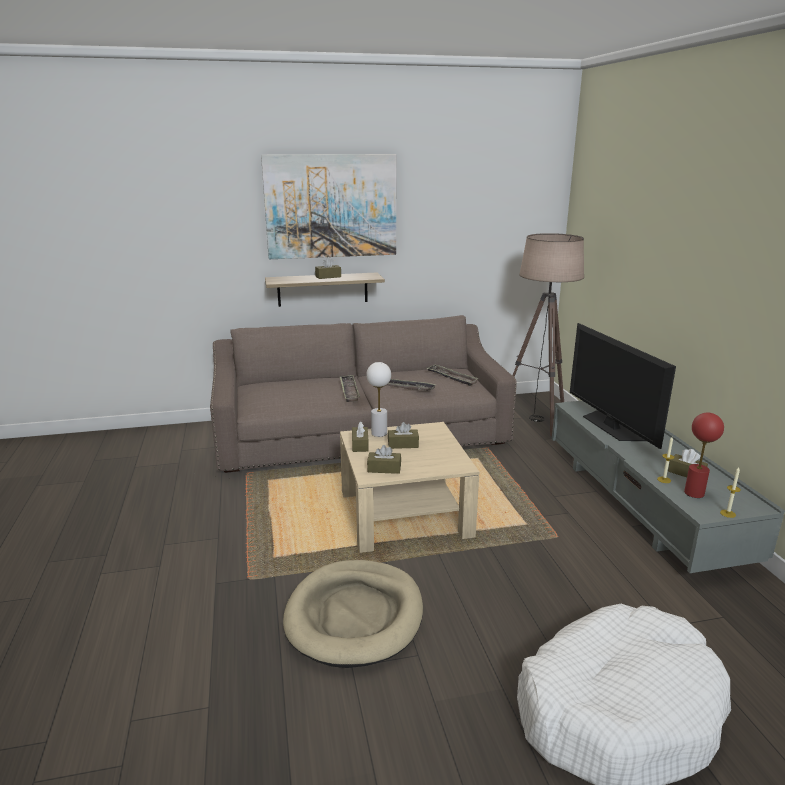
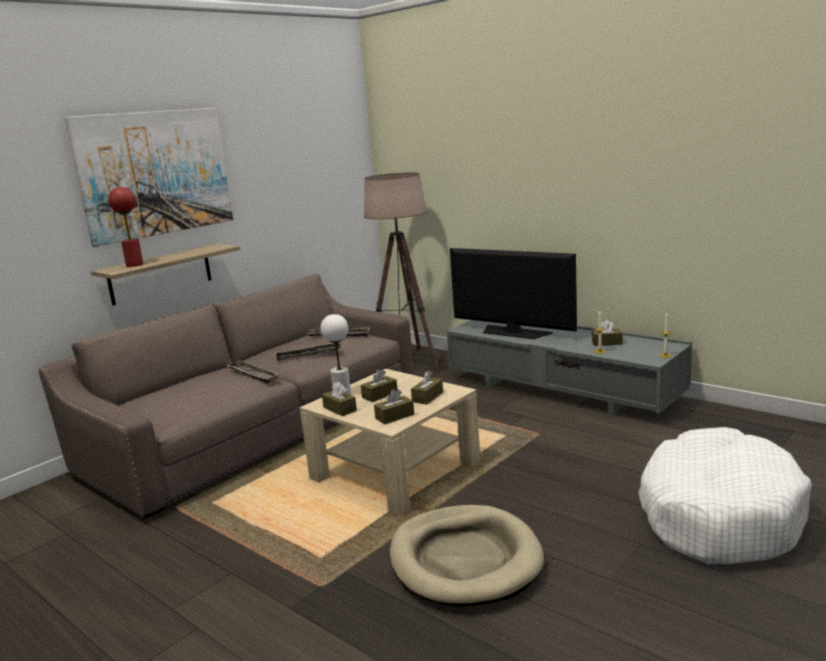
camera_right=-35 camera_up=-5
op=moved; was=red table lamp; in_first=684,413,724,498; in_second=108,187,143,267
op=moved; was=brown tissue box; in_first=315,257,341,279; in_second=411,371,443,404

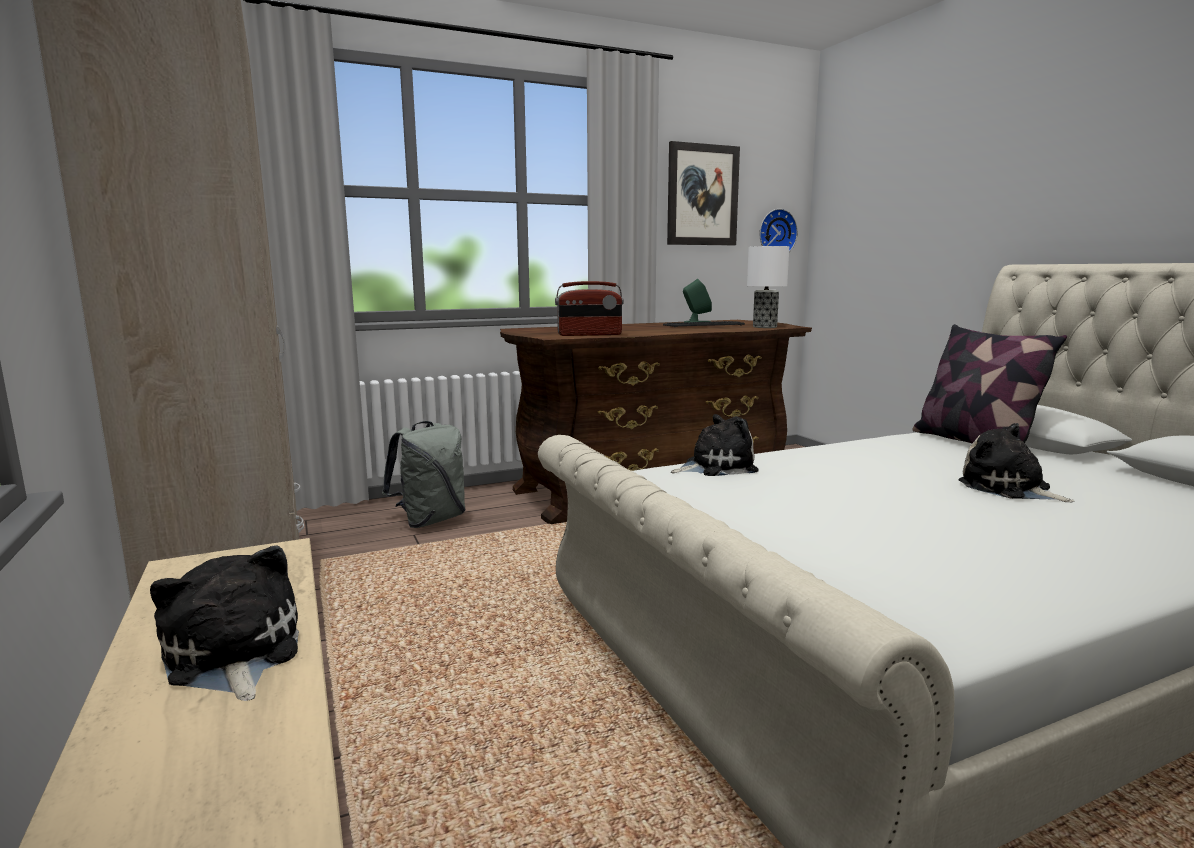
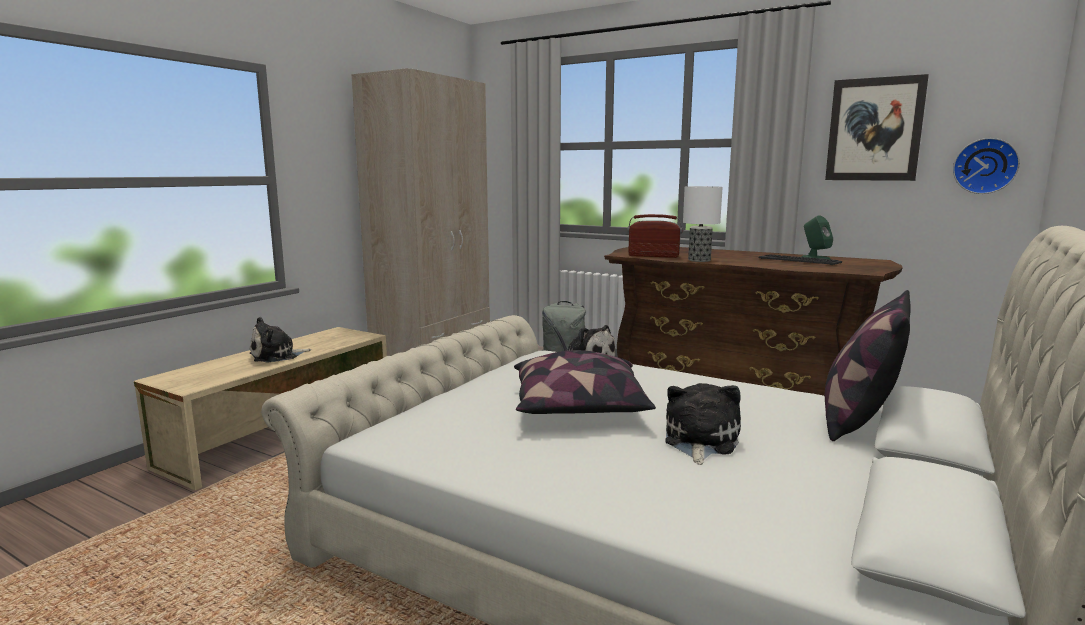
camera_right=55 camera_up=0
op=turned; was=plush toy; in_first=150,545,299,701; in_second=249,317,311,363; clockwise=-150
op=added; now=pillow; in_second=514,350,656,414
op=turned; was=radio; in_first=555,281,624,336; in_second=628,214,683,258; clockwise=150
op=moved; was=table lamp; in_first=747,246,789,328; in_second=683,186,723,262

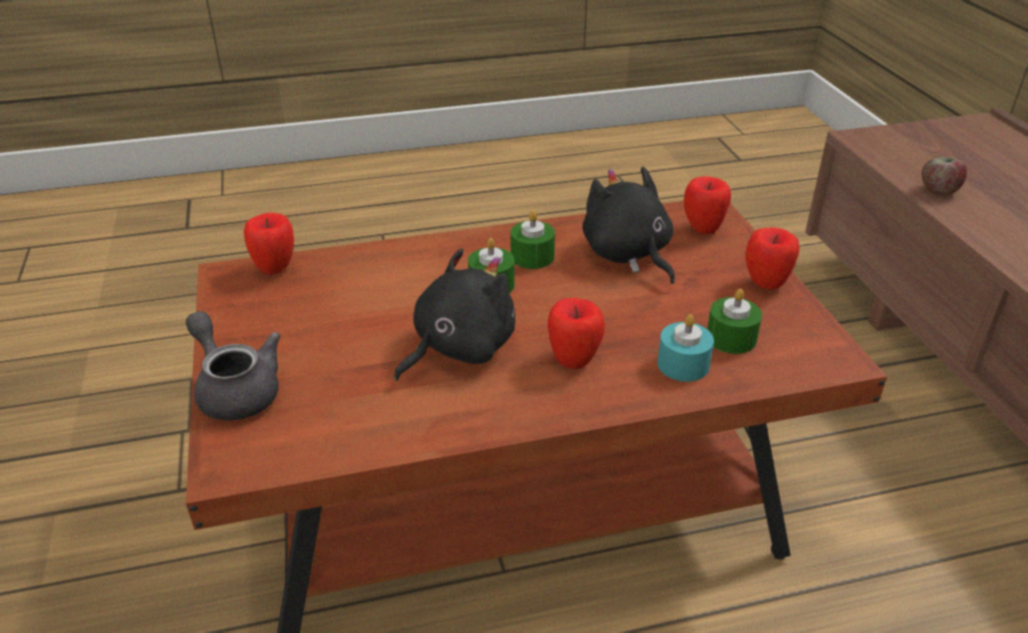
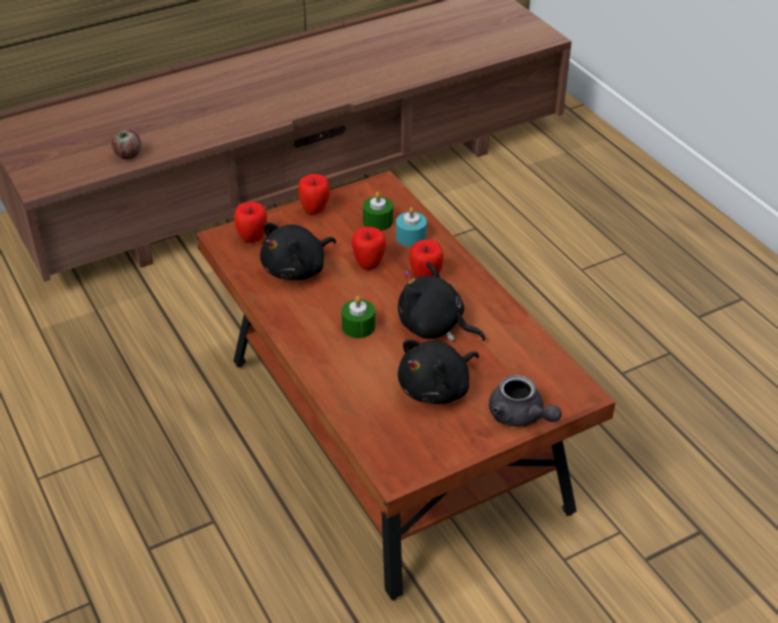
camera_right=-105 camera_up=5
op=moved; was=apple; in_first=244,213,294,275; in_second=352,227,386,270
op=added; now=black plush toy; in_second=398,339,479,404
op=turned; was=grey teapot; in_first=186,311,281,421; in_second=489,375,562,427; clockwise=-75
op=removed; was=green candle; in_first=510,211,555,269

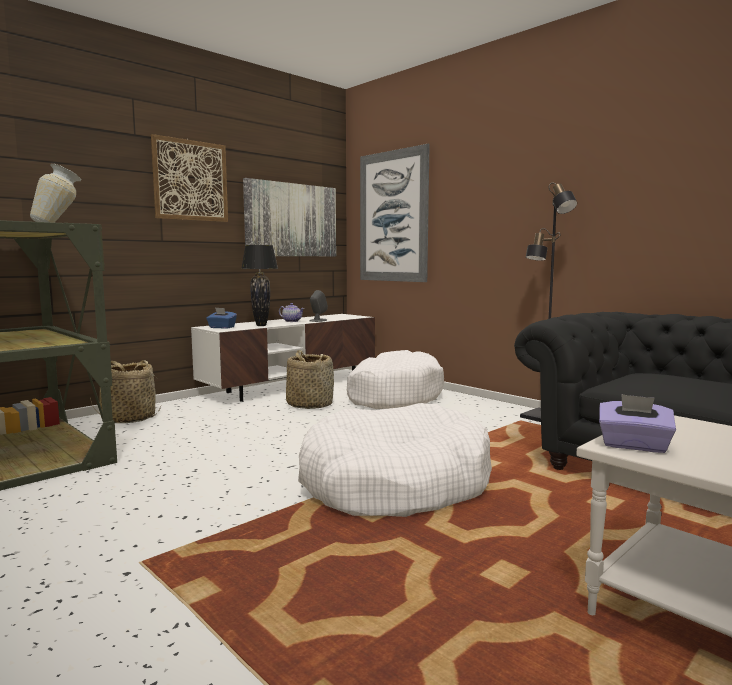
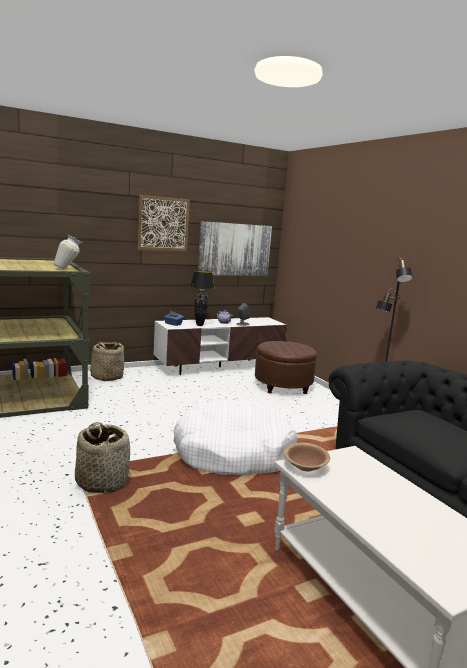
camera_right=15 camera_up=5
op=moved; was=basket; in_first=286,350,334,409; in_second=75,422,130,494
op=replaced; was=white dog bed; now=brown ottoman; in_first=347,350,444,409; in_second=255,341,317,394
op=replaced; was=purple tissue box; now=brown bowl; in_first=599,394,676,453; in_second=283,443,330,471
op=removed; was=picture; in_first=360,144,430,282

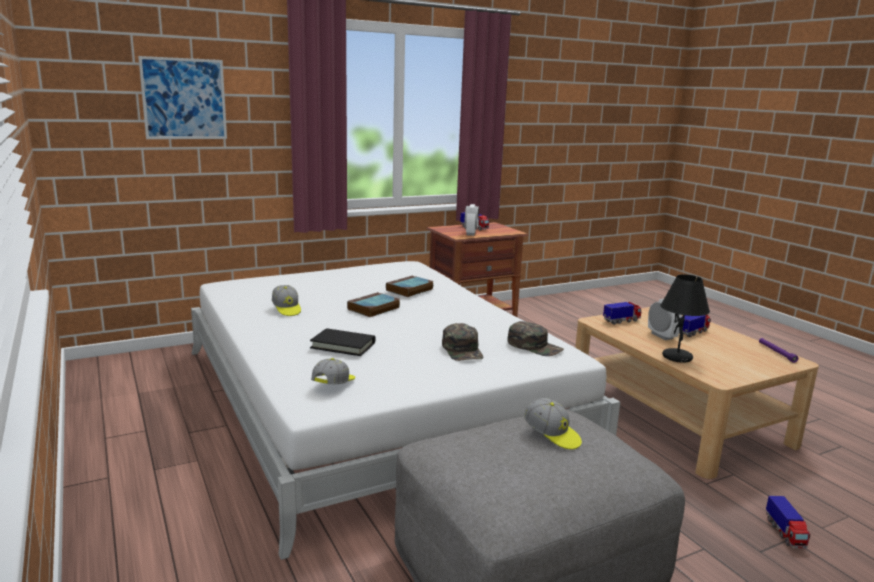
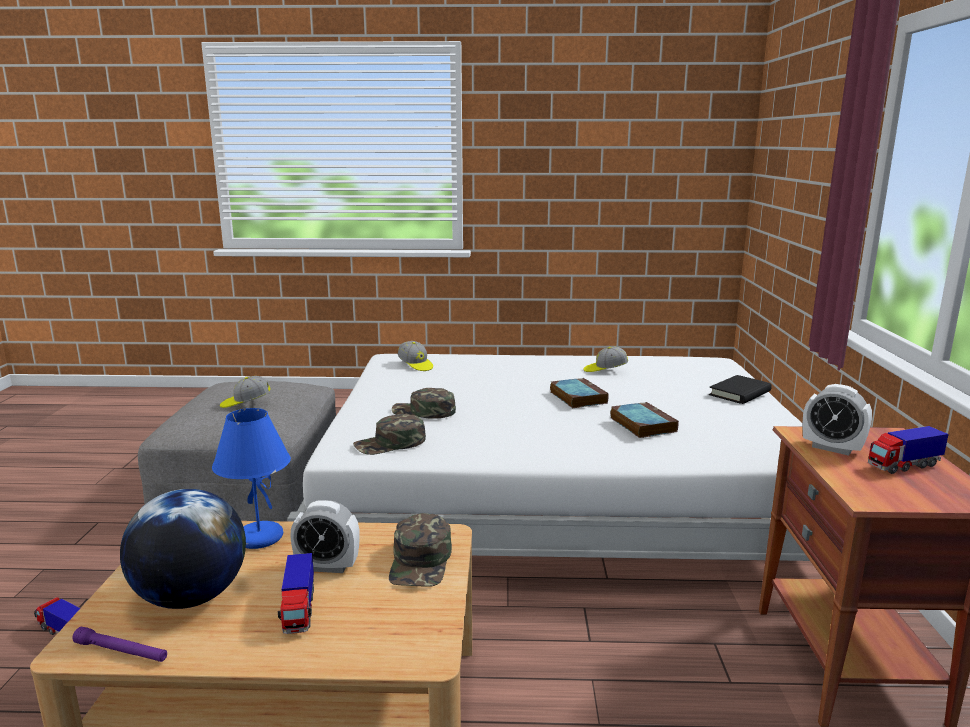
camera_right=120 camera_up=0
op=added; now=globe; in_second=120,489,246,609
op=recoloured; was=black table lamp; now=blue table lamp; in_first=660,274,710,363; in_second=212,408,291,549
op=replaced; was=toy truck; now=green cap; in_first=603,302,641,325; in_second=389,513,452,586
op=moved; was=black book; in_first=310,328,375,356; in_second=709,375,772,404
op=removed; was=picture; in_first=138,56,227,139

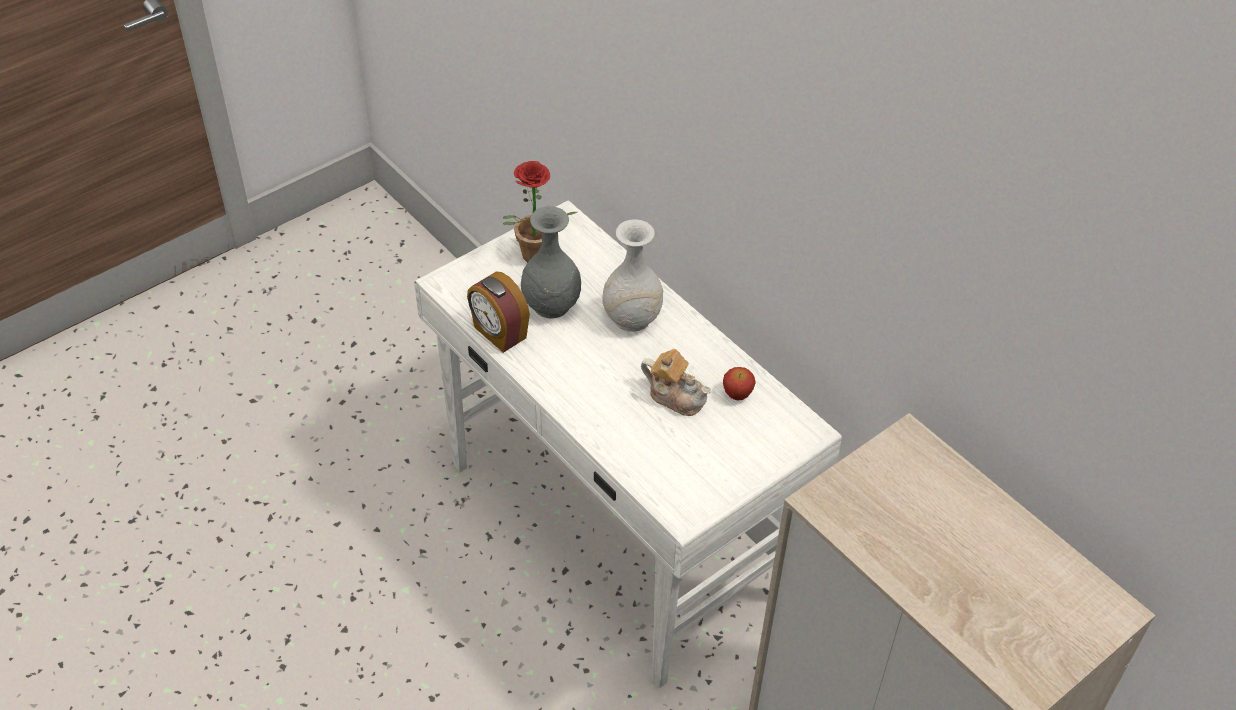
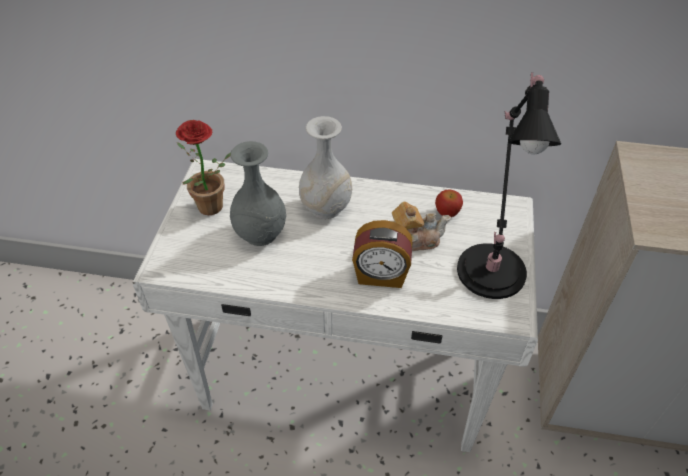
camera_right=-40 camera_up=0
op=moved; was=alarm clock; in_first=467,272,530,353; in_second=352,220,412,288
op=added; now=black table lamp; in_second=457,73,561,299

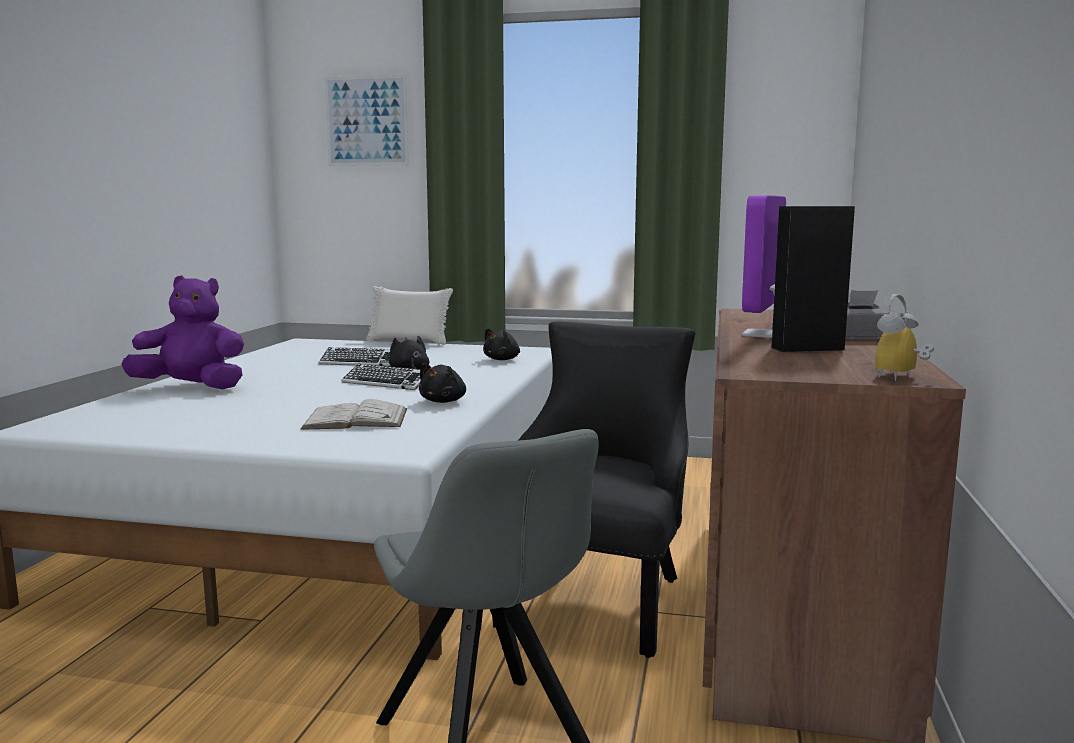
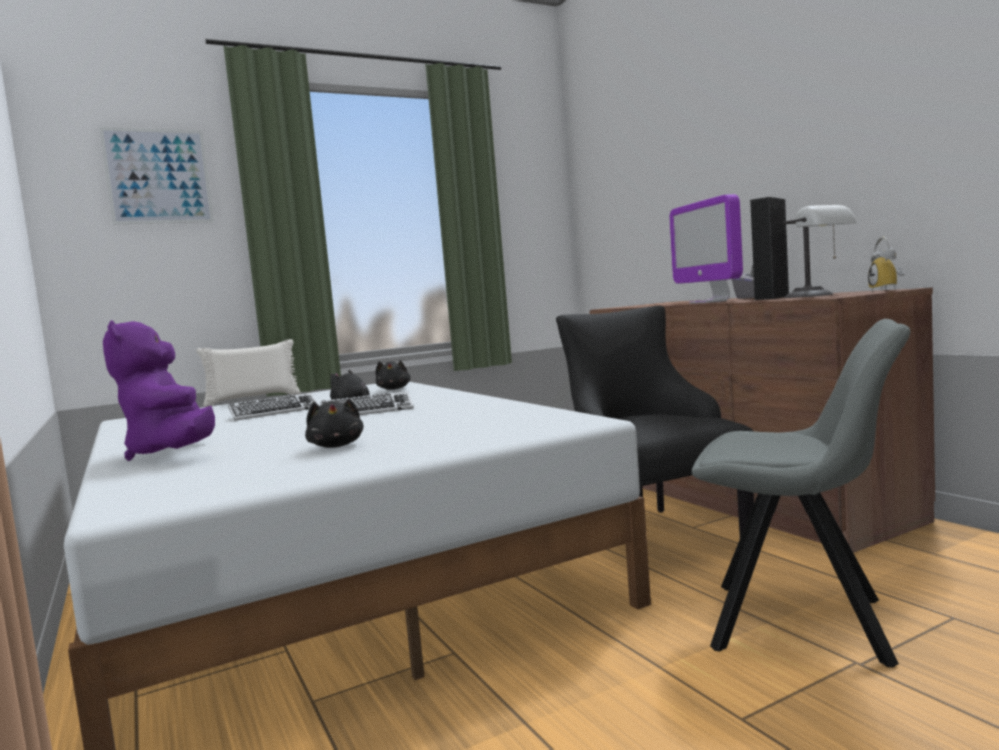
camera_right=-40 camera_up=-5
op=turned; was=purple plush toy; in_first=121,275,244,390; in_second=103,320,215,461; clockwise=-75
op=moved; was=black plush toy; in_first=419,363,466,403; in_second=305,398,364,448
op=added; now=table lamp; in_second=783,205,857,298
op=removed; was=white book; in_first=300,399,407,430

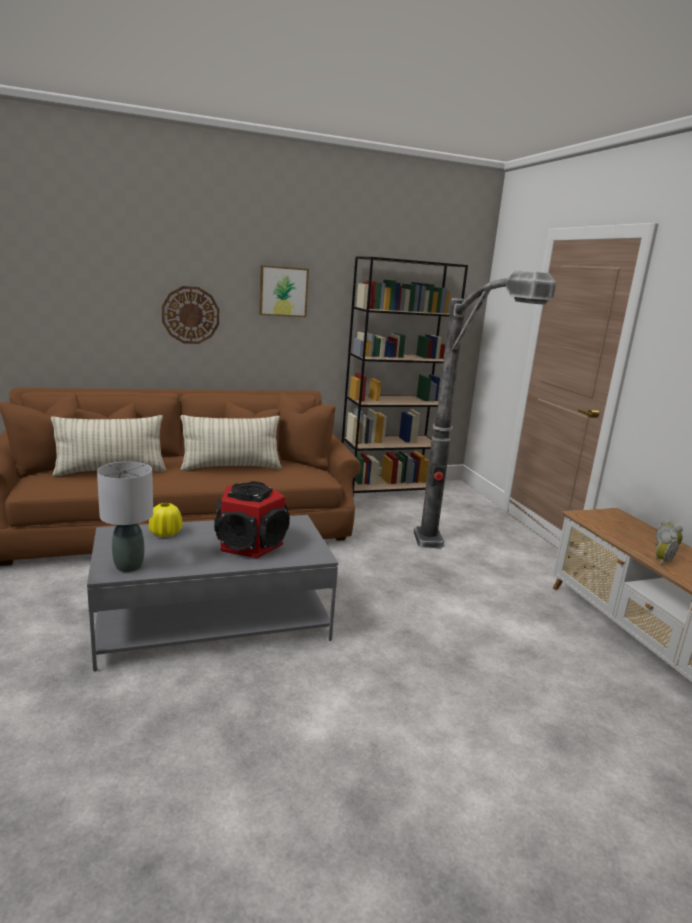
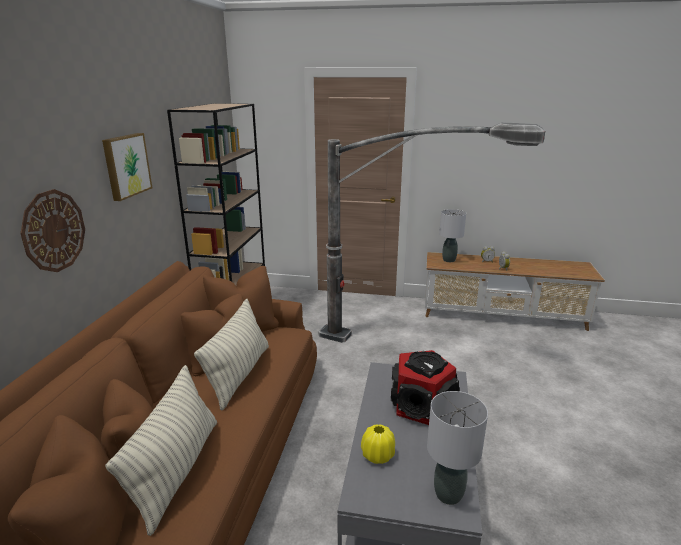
camera_right=-60 camera_up=5
op=added; now=grey table lamp; in_second=439,209,466,262

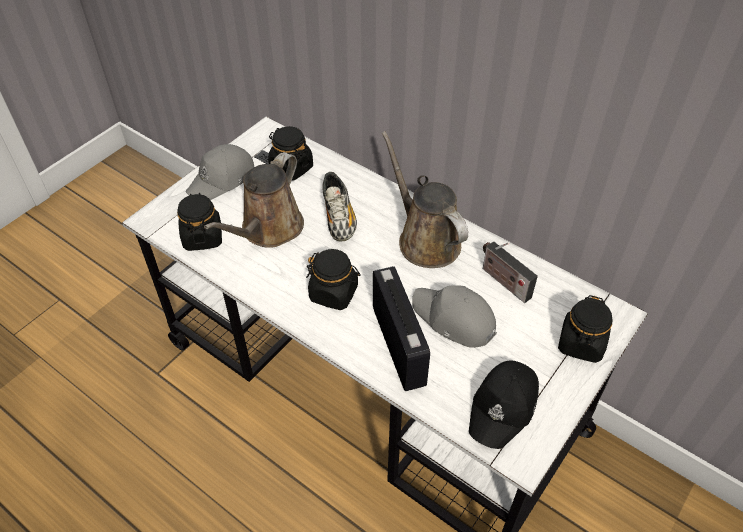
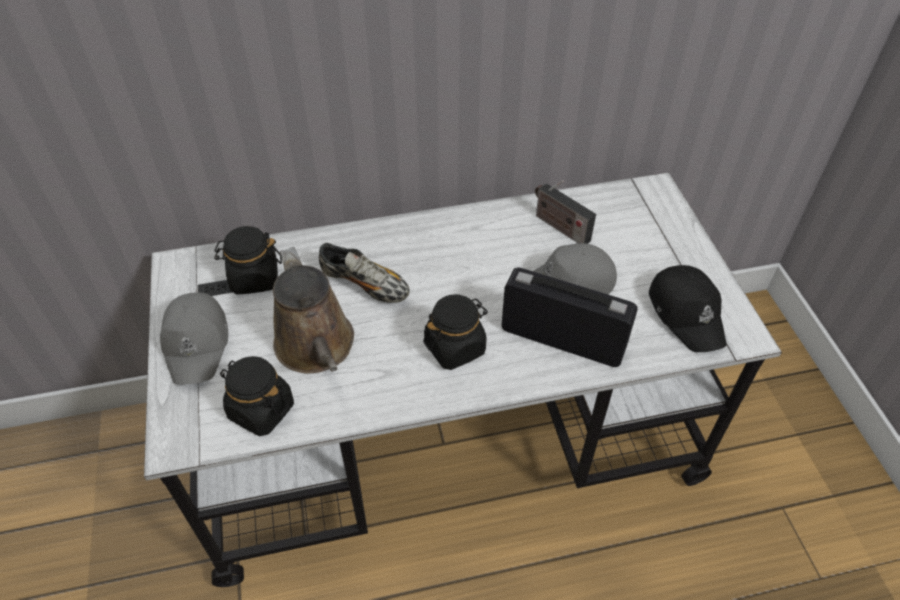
camera_right=-50 camera_up=0
op=turned; was=radio; in_first=483,242,538,303; in_second=535,180,596,244; clockwise=45
op=removed; was=brown watering can; in_first=382,131,468,268
op=removed; was=black jar; in_first=558,295,612,363

